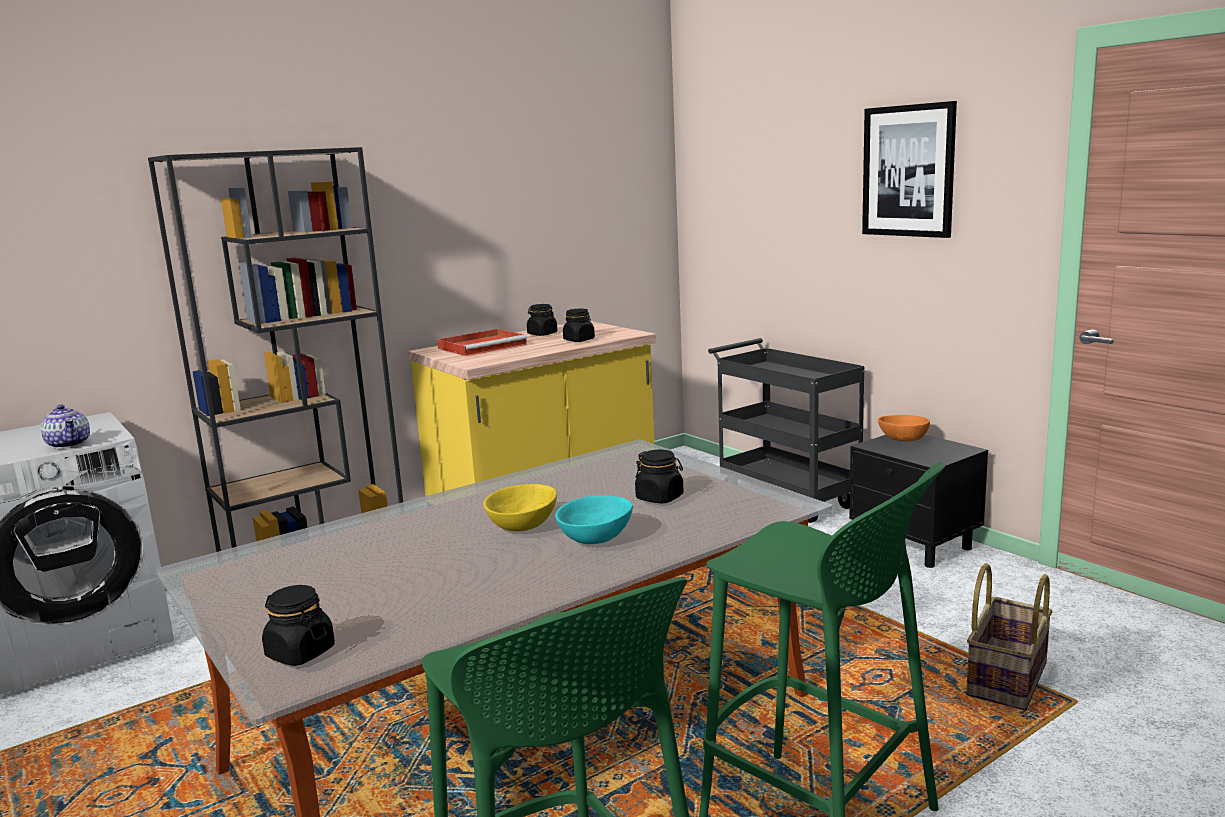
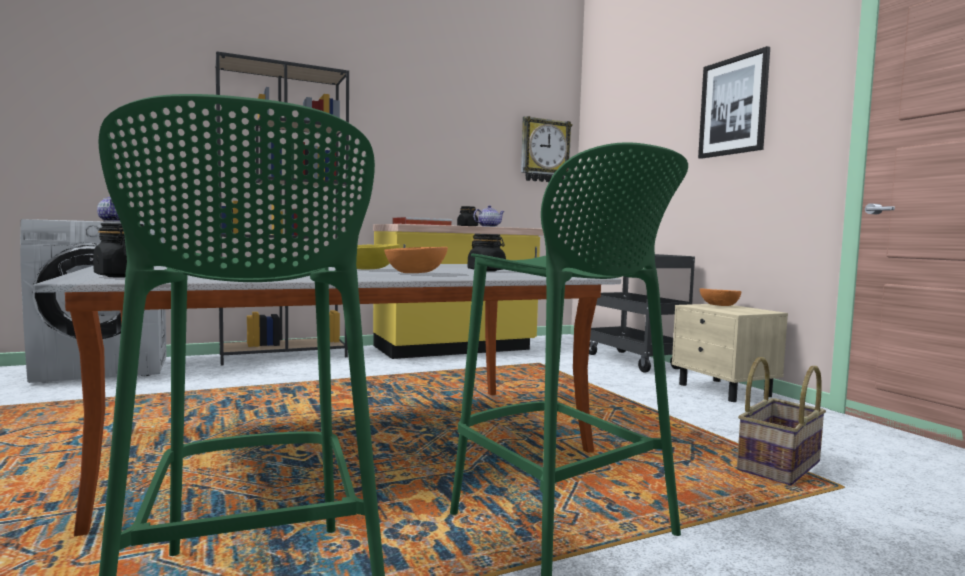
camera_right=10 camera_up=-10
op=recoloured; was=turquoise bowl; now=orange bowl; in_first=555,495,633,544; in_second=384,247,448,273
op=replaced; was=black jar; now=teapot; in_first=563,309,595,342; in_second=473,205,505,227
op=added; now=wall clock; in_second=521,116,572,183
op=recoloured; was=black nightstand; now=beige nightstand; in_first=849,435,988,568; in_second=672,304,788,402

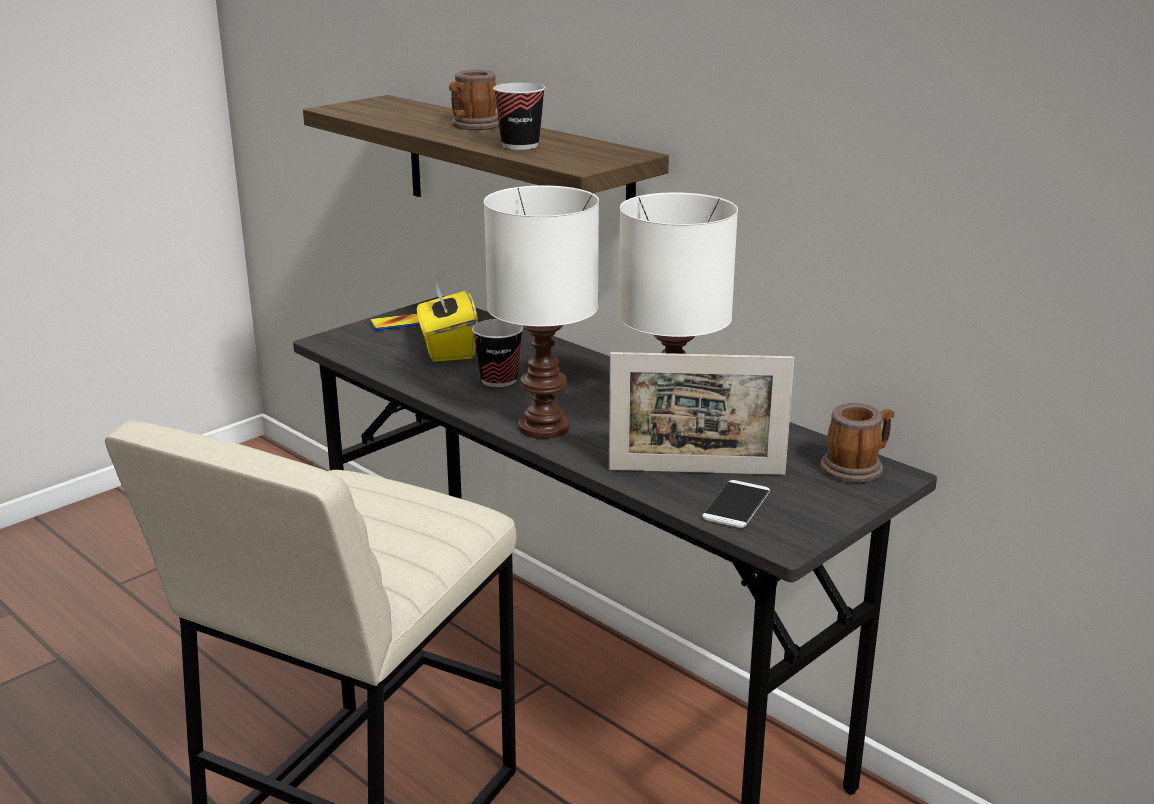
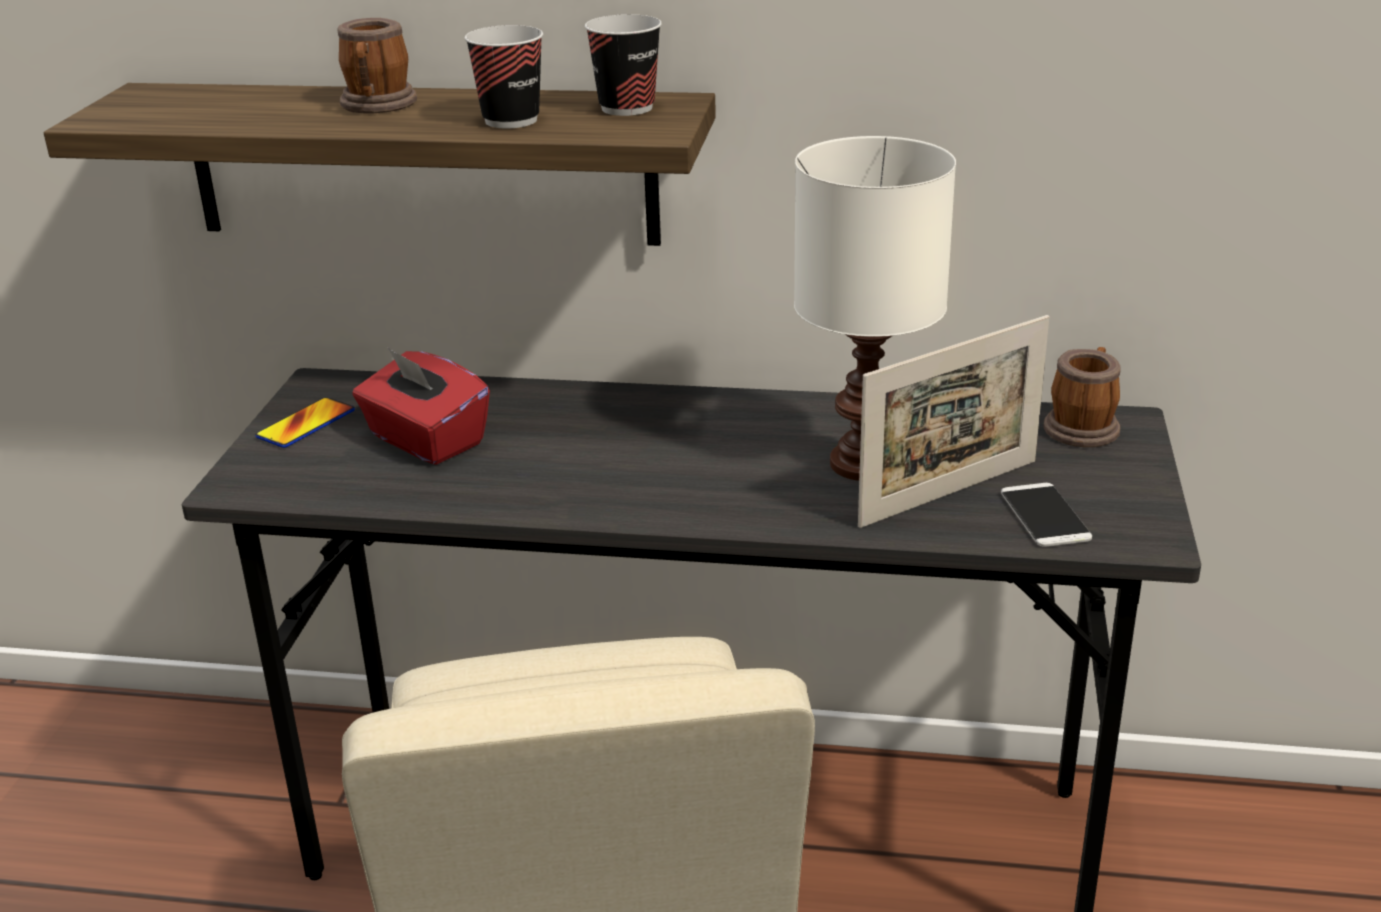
camera_right=-35 camera_up=5
op=recoloured; was=yellow tissue box; now=red tissue box; in_first=417,282,478,362; in_second=353,348,490,465
op=moved; was=cup; in_first=472,319,523,387; in_second=585,14,662,116
op=removed; was=white table lamp; in_first=484,185,599,439

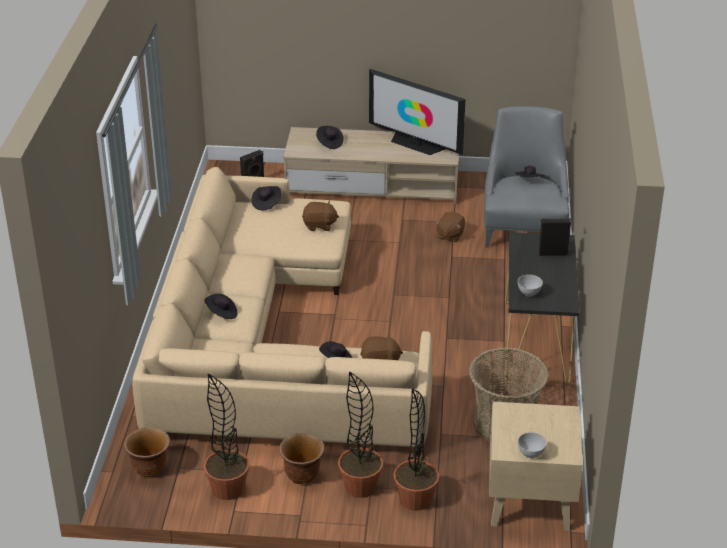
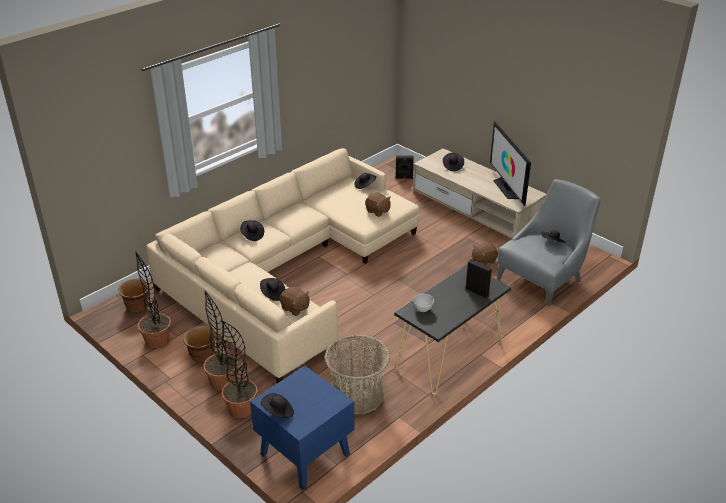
camera_right=40 camera_up=0
op=recoloured; was=beige nightstand; now=blue nightstand; in_first=489,402,583,531; in_second=250,366,354,490
op=replaced; was=grey bowl; now=black hat; in_first=518,432,547,458; in_second=260,393,294,418

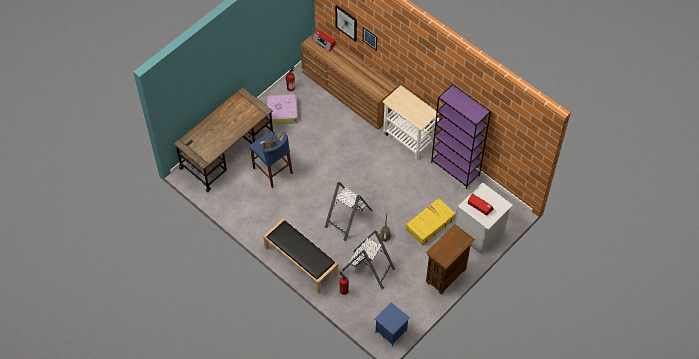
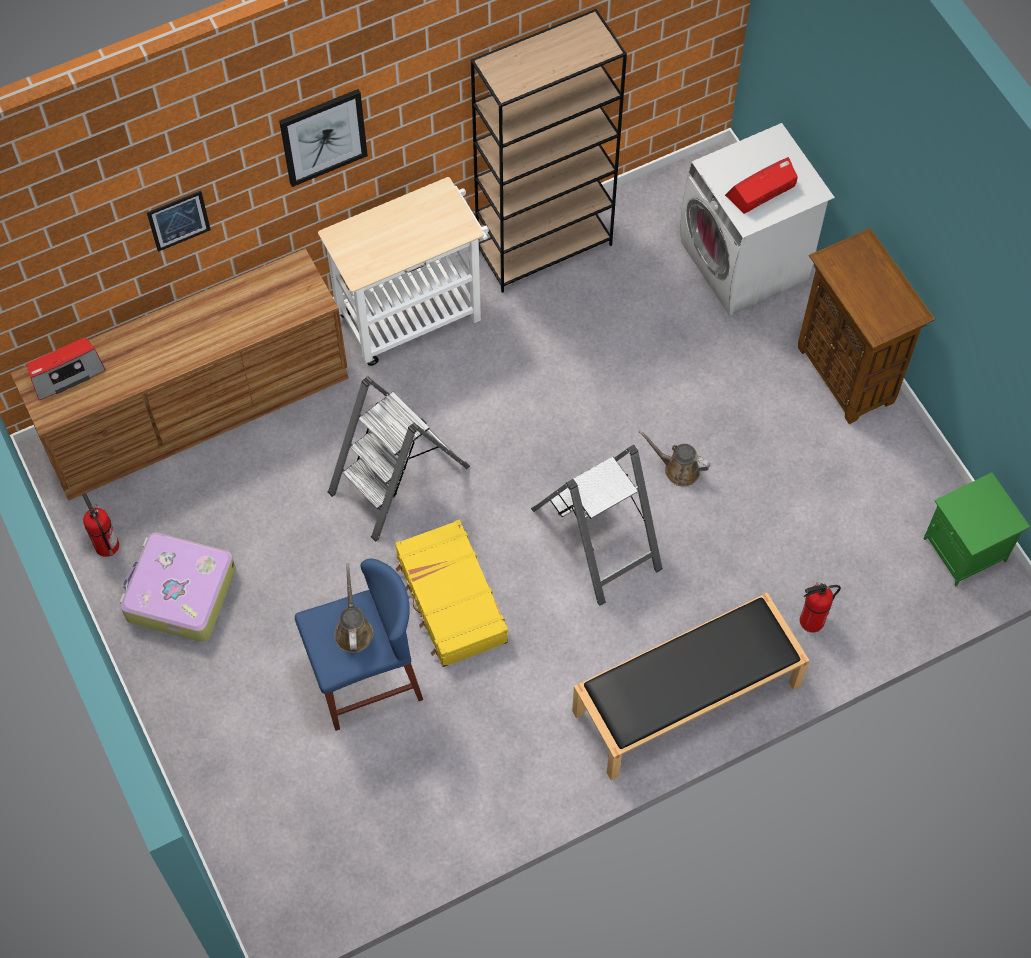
camera_right=-70 camera_up=5
op=moved; was=picture; in_first=335,5,357,42; in_second=279,89,368,187
op=moved; was=grey step ladder; in_first=342,230,395,290; in_second=328,376,470,542
op=moved; was=yellow suitcase; in_first=406,198,456,246; in_second=395,519,508,667
op=recoloured; was=purple bookcase; now=beige bookcase; in_first=431,84,491,189; in_second=471,9,627,293
op=recoloured; was=blue nightstand; now=green nightstand; in_first=375,302,410,346; in_second=923,472,1030,587
op=removed; was=brown desk; in_first=174,87,275,192

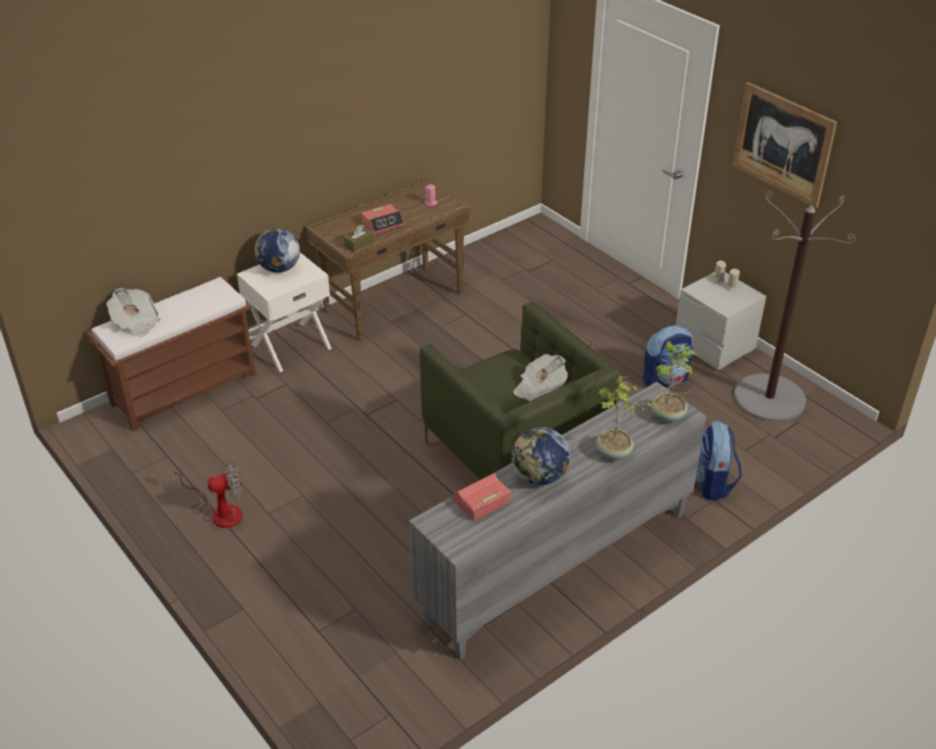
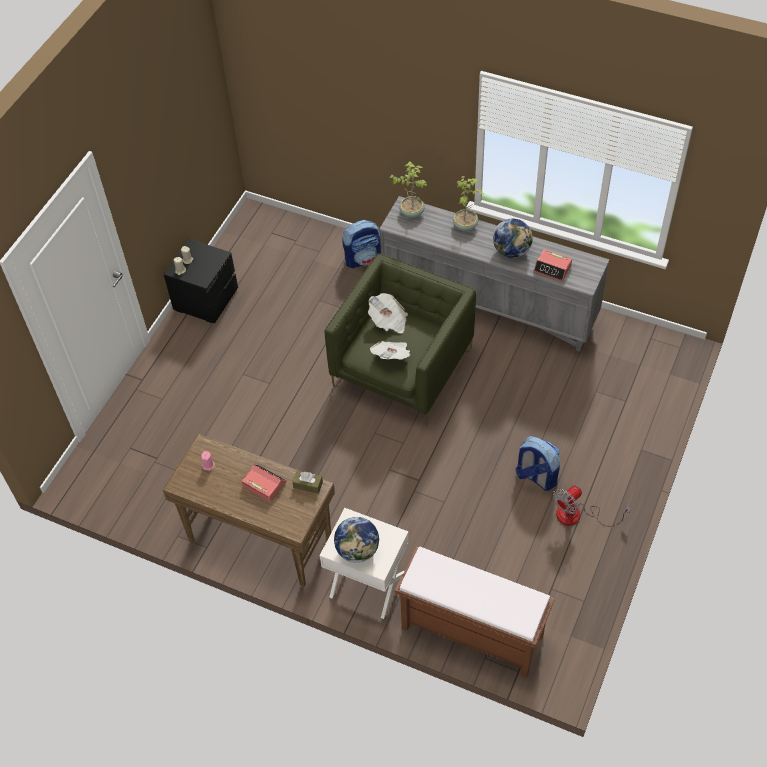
camera_right=-115 camera_up=15
op=recoloured; was=white nightstand; now=black nightstand; in_first=676,272,766,370; in_second=164,239,238,323
op=moved; was=newspaper; in_first=106,288,161,337; in_second=370,341,410,360
op=moved; was=backpack; in_first=643,325,693,387; in_second=515,436,560,491
op=turned; was=fan; in_first=172,462,242,528; in_second=553,485,631,527; clockwise=-90
op=removed; was=picture; in_first=732,82,837,208
op=removed; was=grey clothes rack; in_first=734,191,856,422

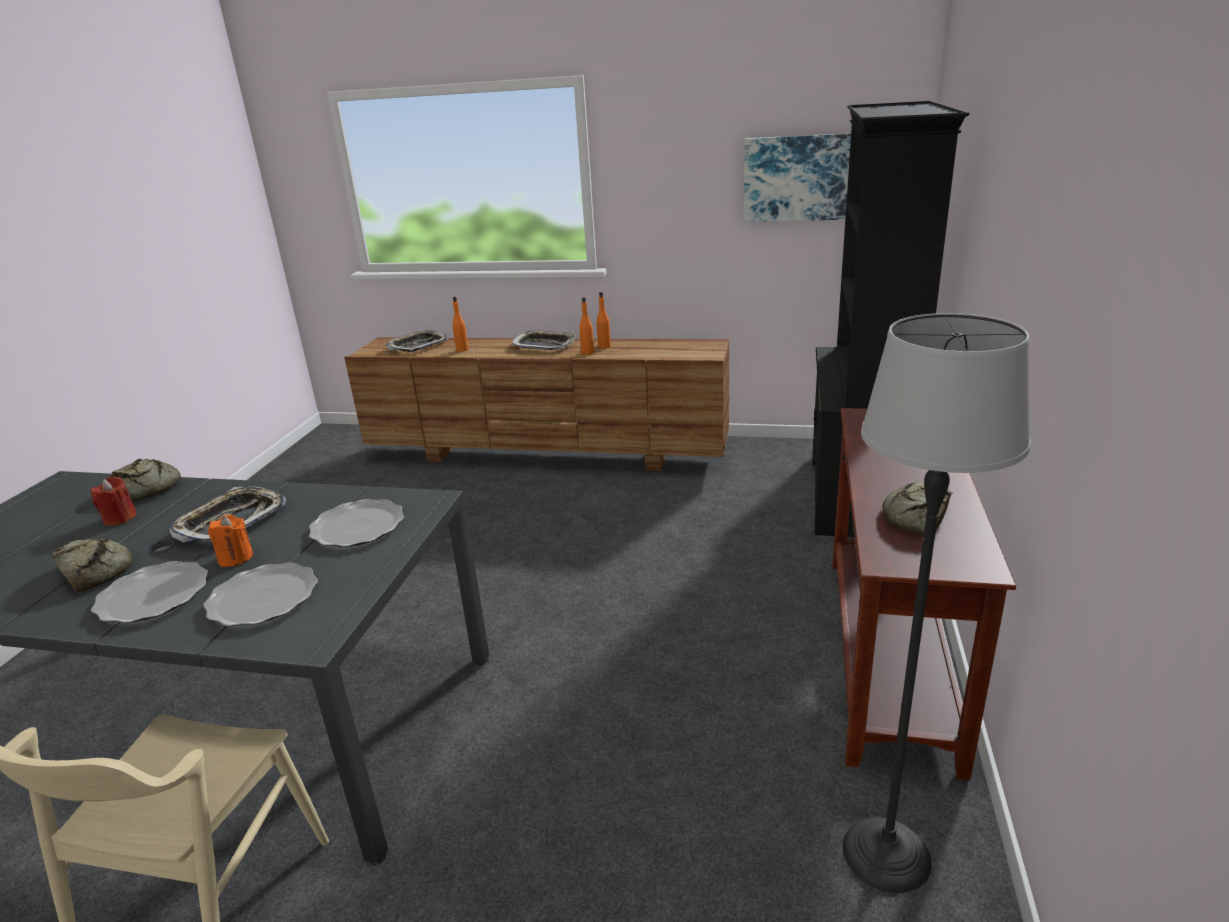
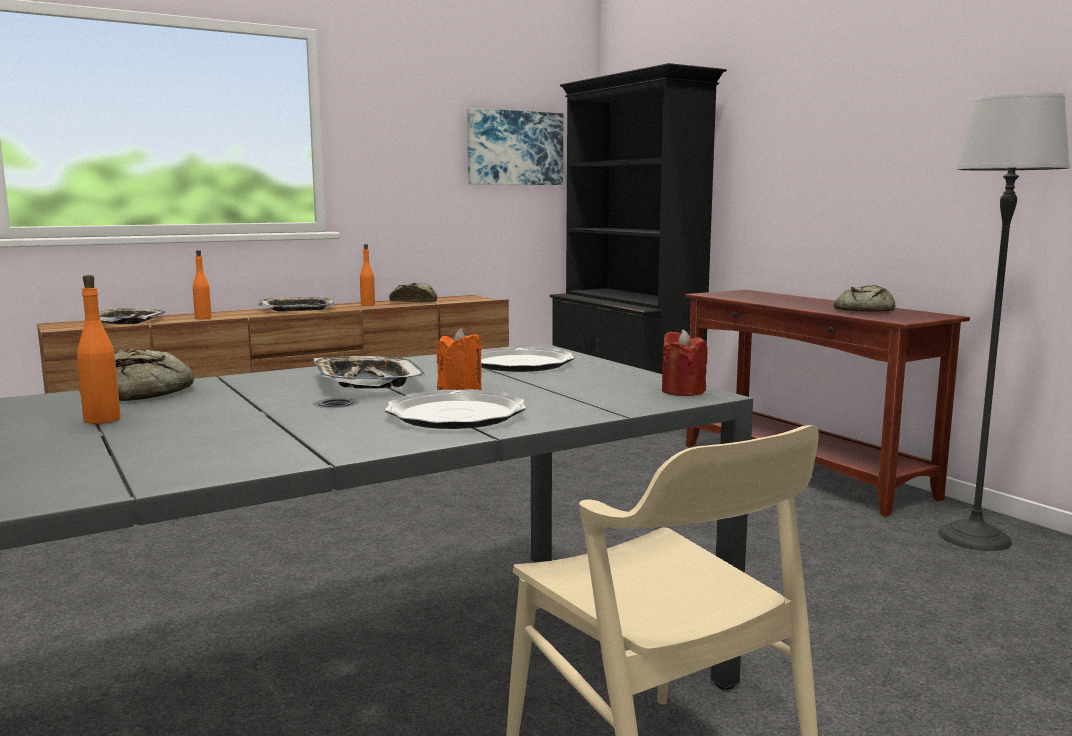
camera_right=-45 camera_up=-15
op=moved; was=orange bottle; in_first=579,297,594,355; in_second=77,275,121,424
op=moved; was=bread; in_first=51,539,133,592; in_second=389,283,437,302
op=moved; was=red candle; in_first=90,476,137,526; in_second=662,329,708,396
op=removed; was=plate; in_first=203,562,318,626

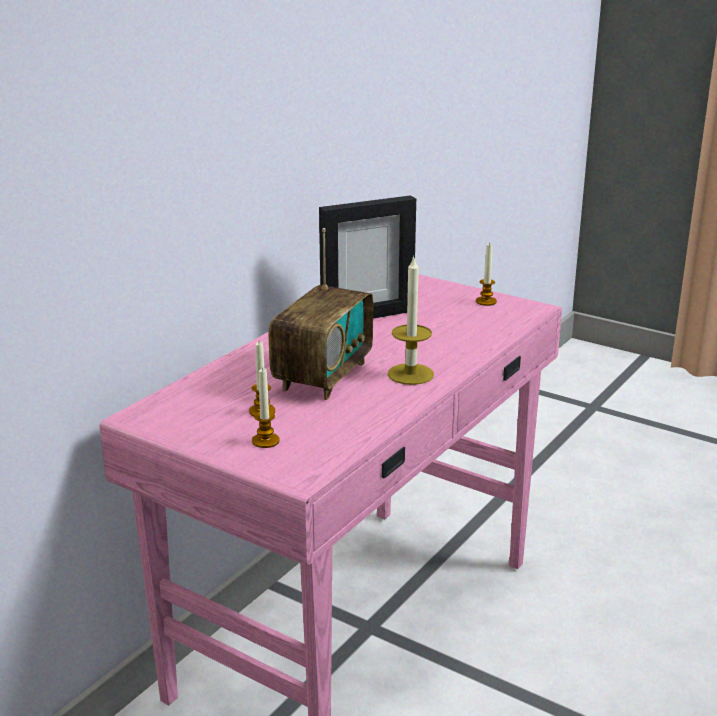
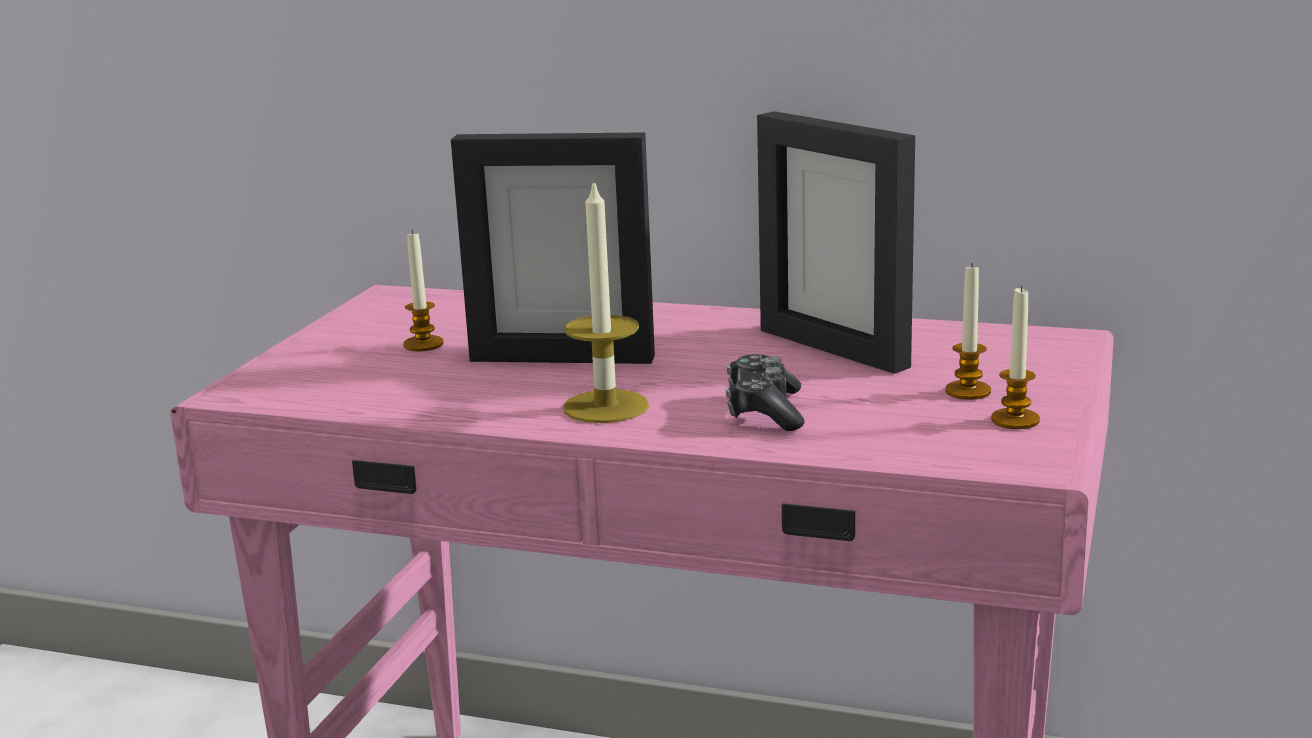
camera_right=75 camera_up=-5
op=replaced; was=radio; now=picture frame; in_first=268,228,373,400; in_second=451,132,655,364
op=added; now=game controller; in_second=726,354,804,431
op=moved; was=candle; in_first=252,367,280,448; in_second=945,262,991,400

